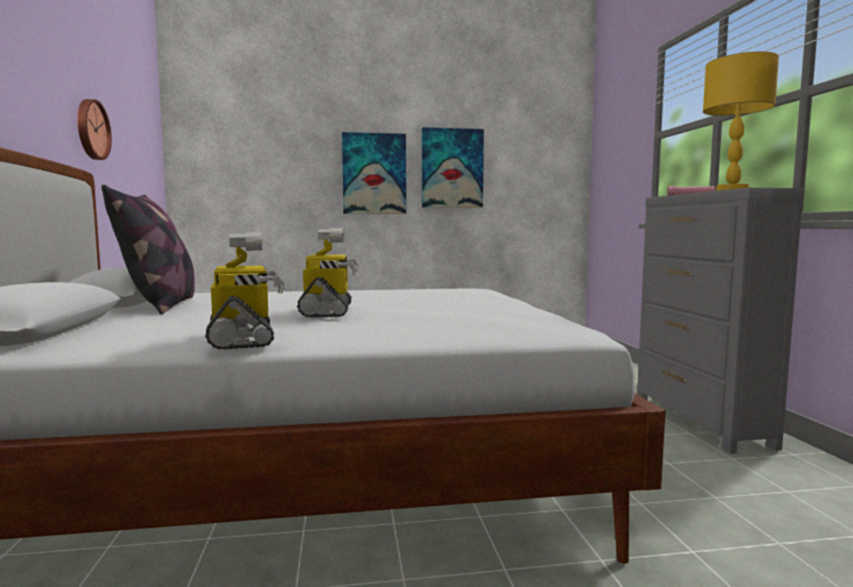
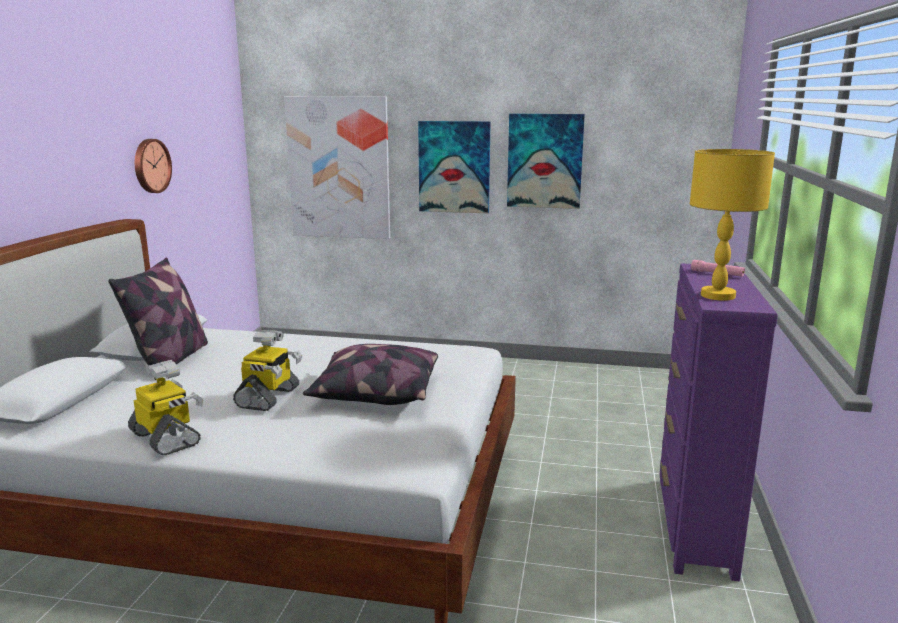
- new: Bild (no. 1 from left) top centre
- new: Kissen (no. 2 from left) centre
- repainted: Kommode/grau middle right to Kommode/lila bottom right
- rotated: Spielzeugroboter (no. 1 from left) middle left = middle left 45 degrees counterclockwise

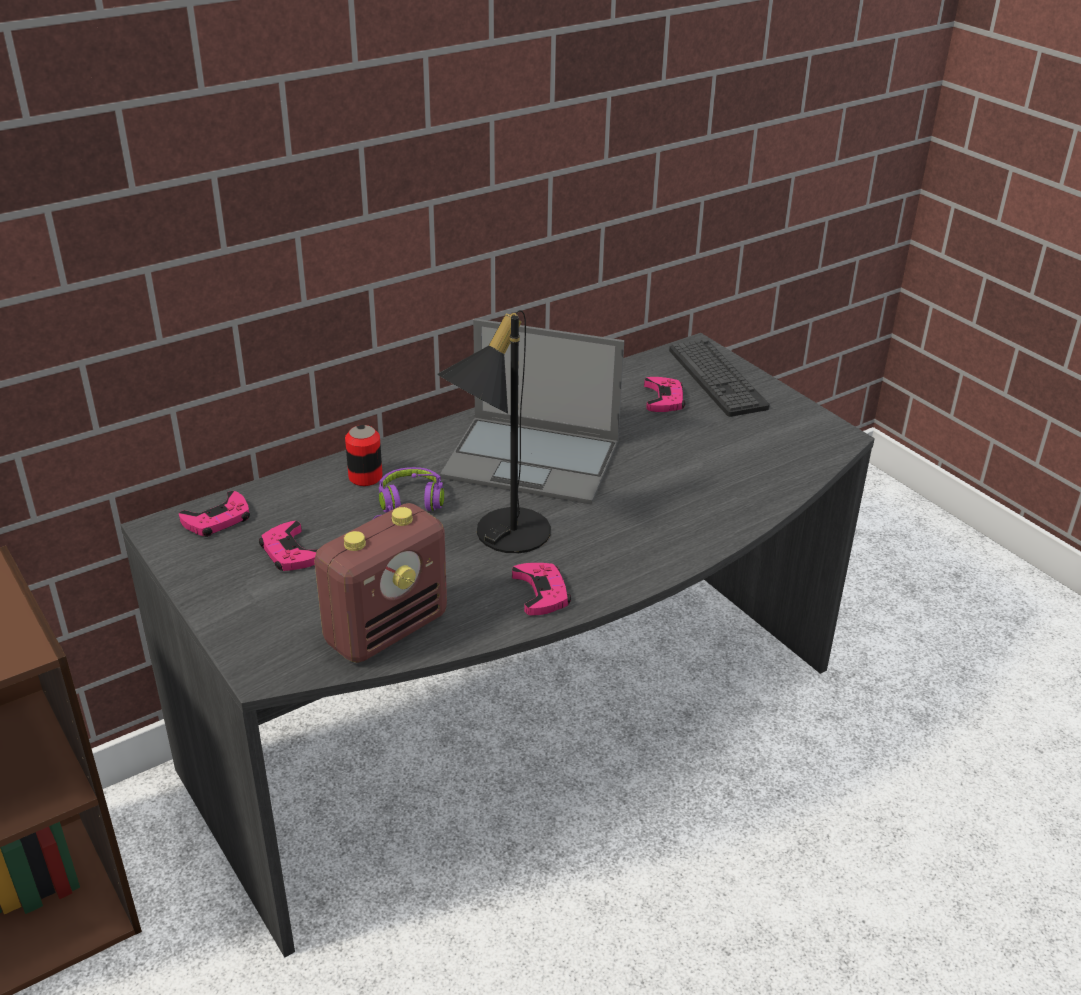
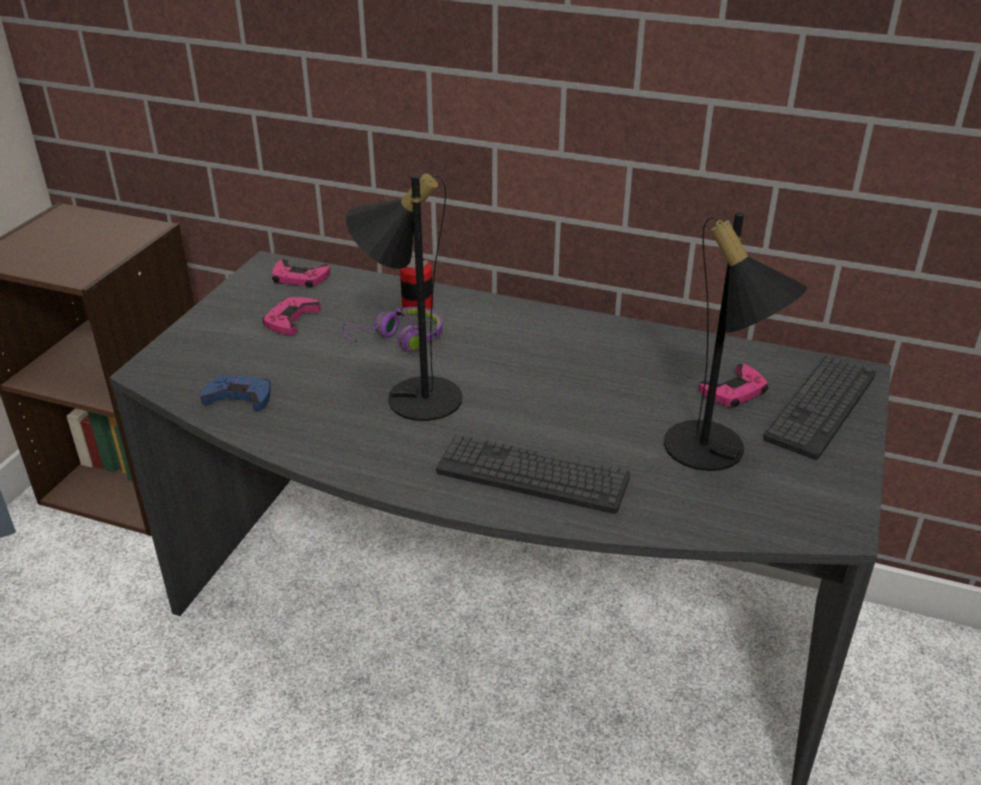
- gone: Laptop centre
- gone: Gamepad/rosa (no. 3 from left) centre
- new: Tastatur (no. 1 from left) centre
- new: Tischlampe/schwarz (no. 2 from left) middle right
- swapped: Radio centre to Gamepad/blau middle left

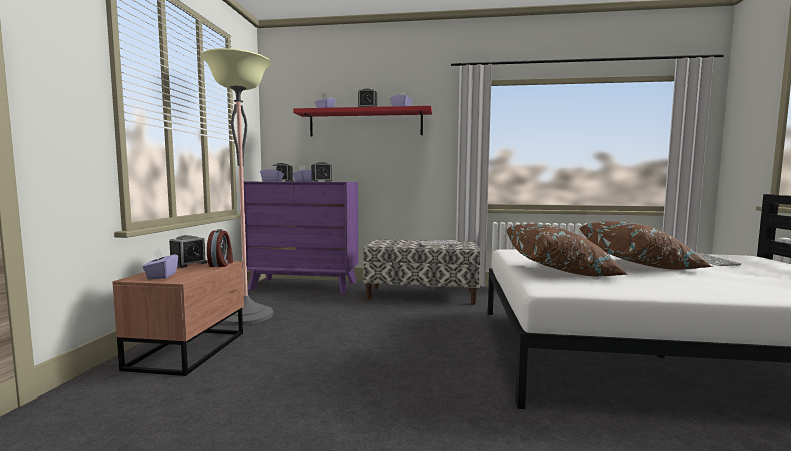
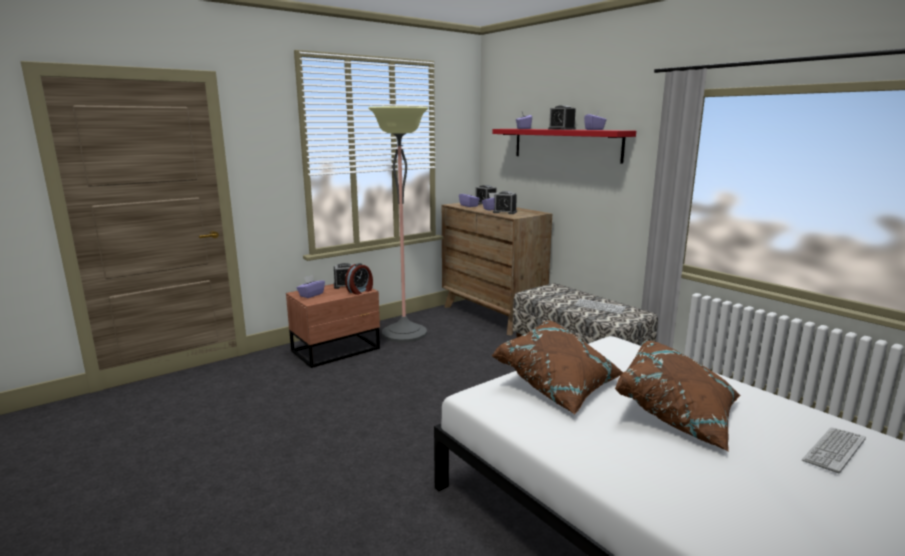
- repainted: Kommode/lila centre to Kommode/braun centre

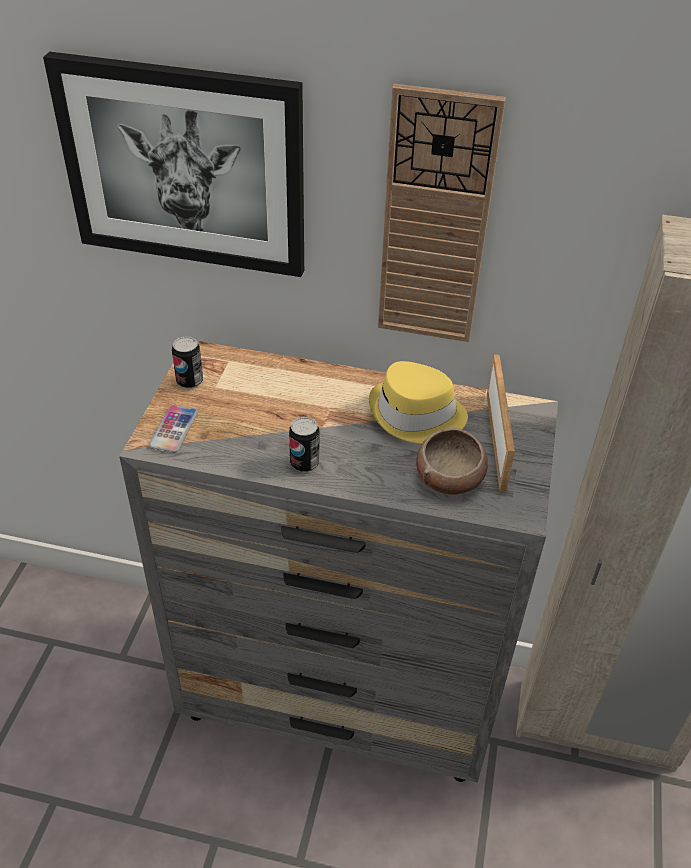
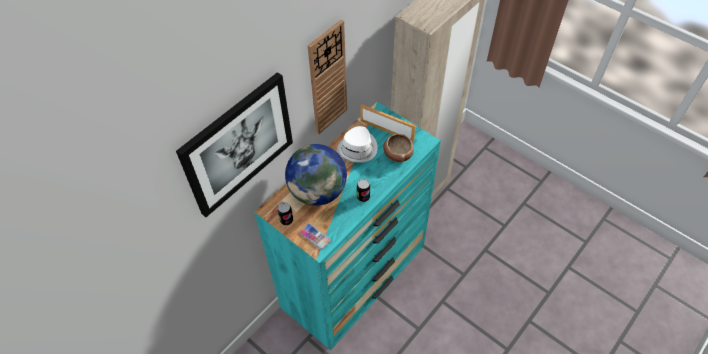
- new: Globus centre
- repainted: Kommode/grau centre to Kommode/türkis centre
- repainted: Hut/gelb centre to Hut/weiß centre

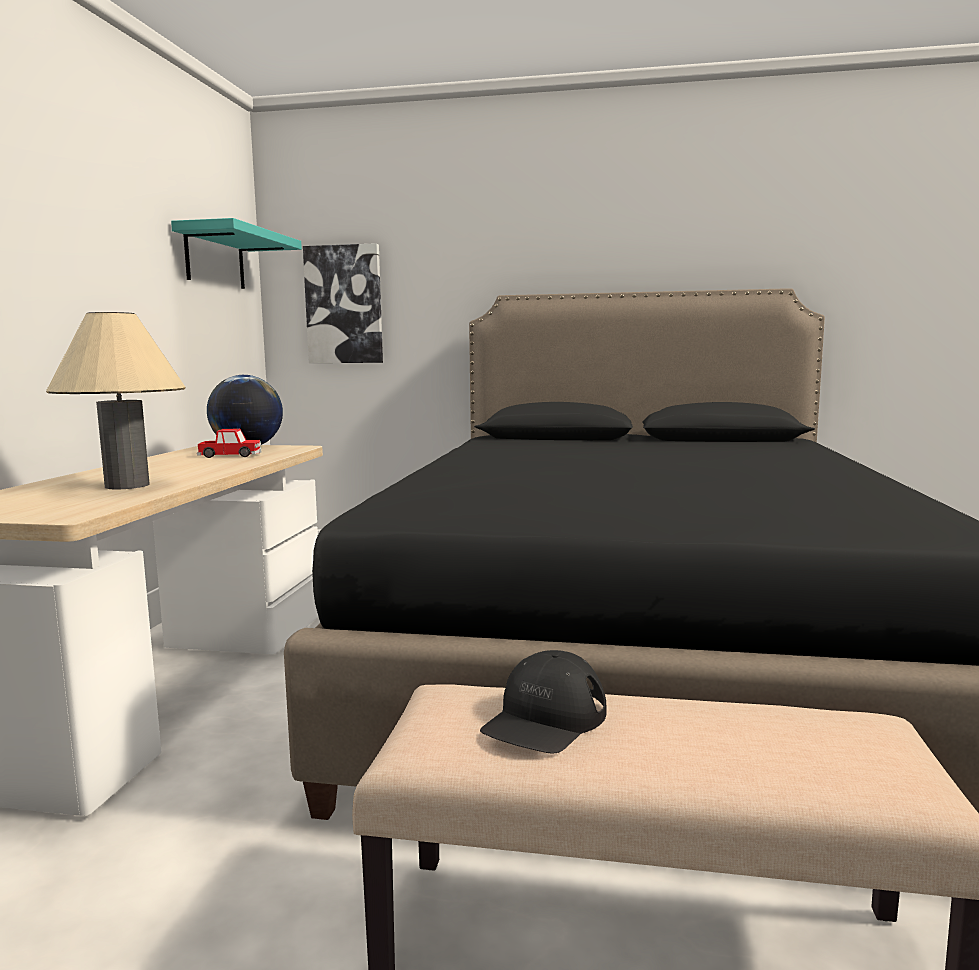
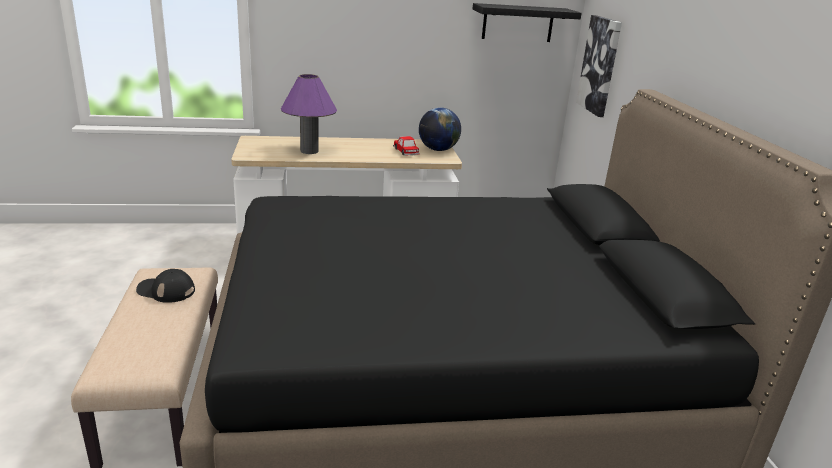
- repainted: Tischlampe/beige middle left to Tischlampe/lila top centre
- repainted: Wandregal/türkis top left to Wandregal/schwarz top centre

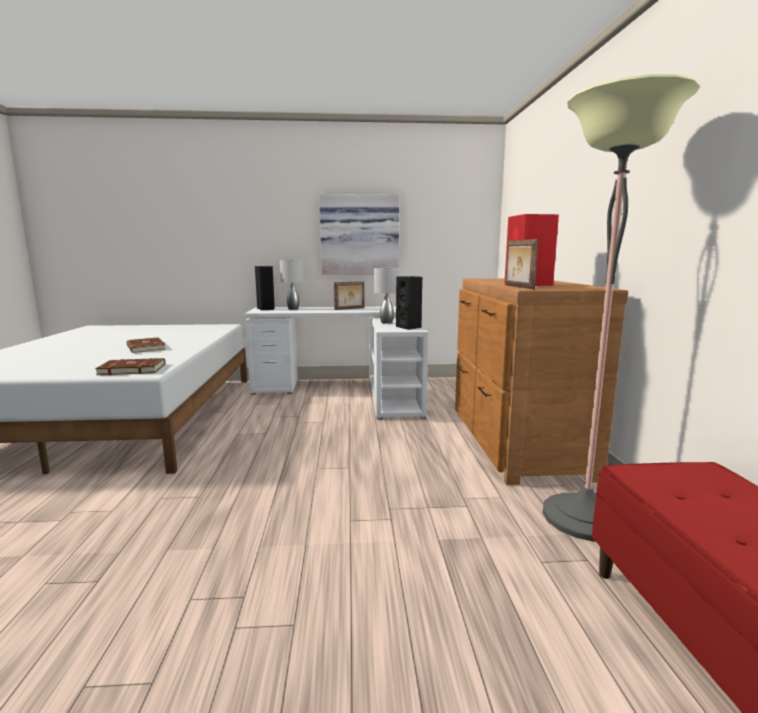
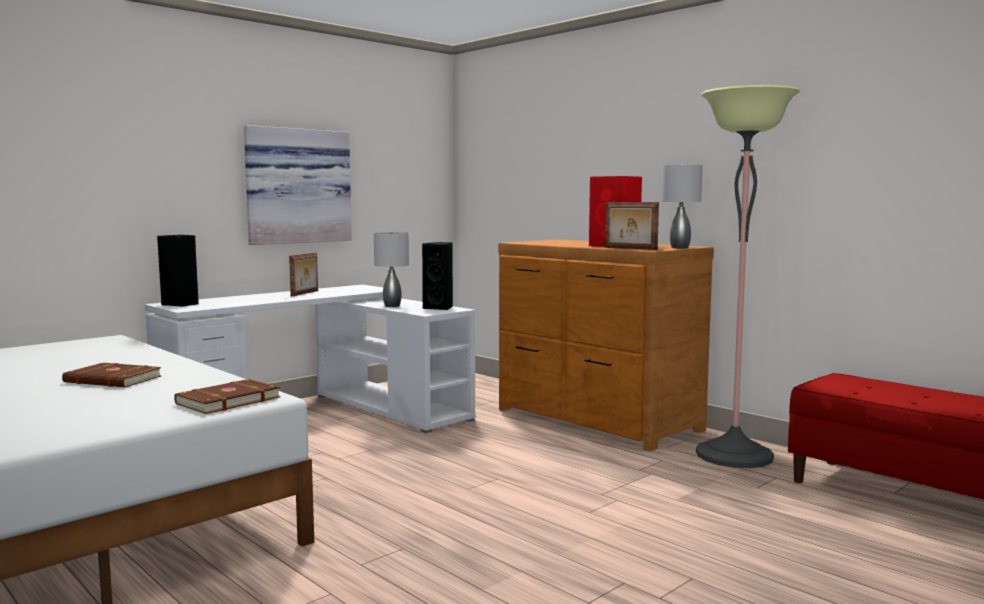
- shifted: Tischlampe/grau (no. 1 from left in the first image) centre to Tischlampe/grau (no. 2 from left) middle right

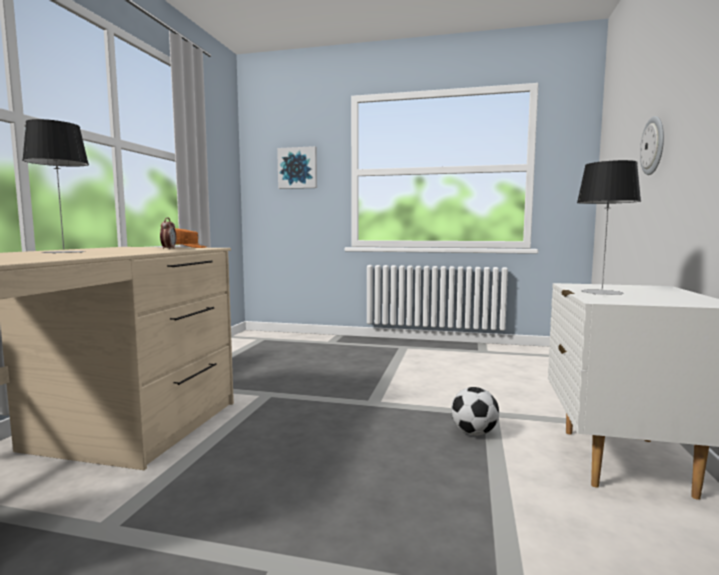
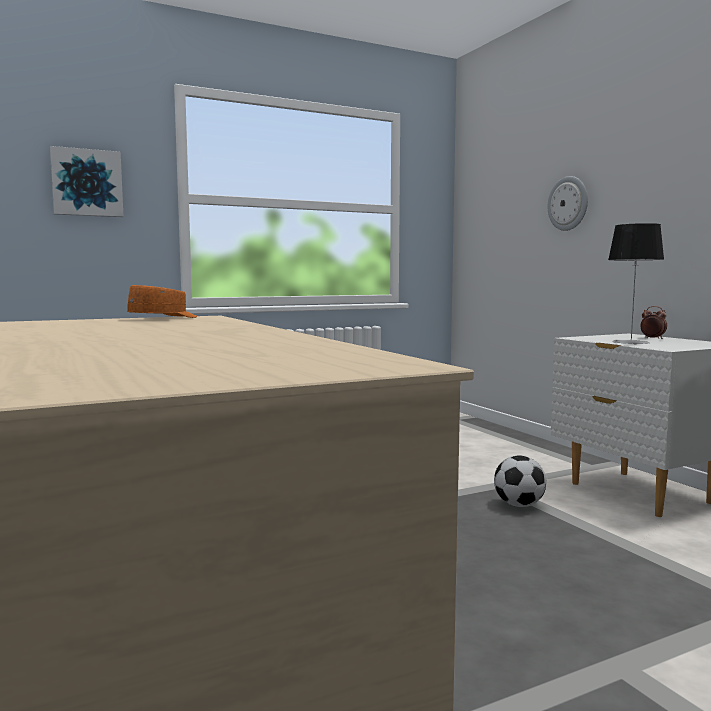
- gone: Tischlampe (no. 1 from left) top left
- shifted: Wecker middle left to middle right

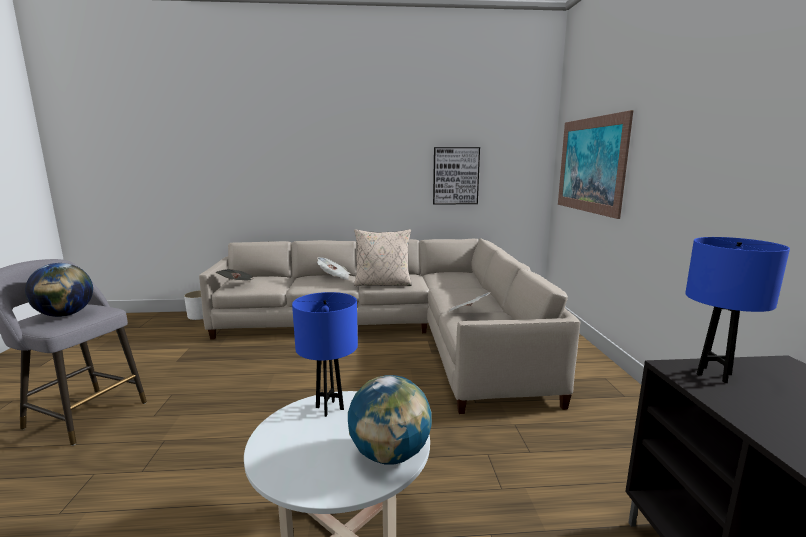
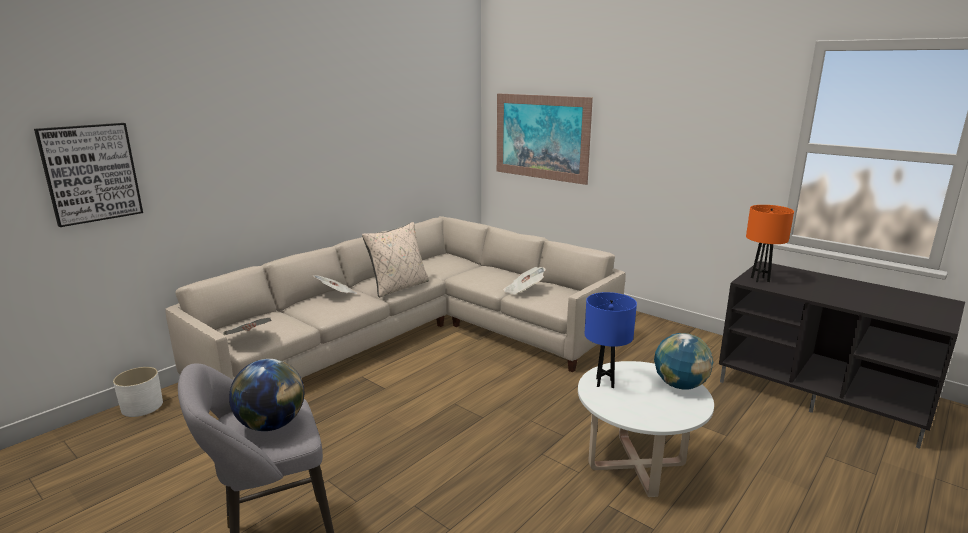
- shifted: Bild (no. 1 from left) top centre to top left
- repainted: Tischlampe/blau (no. 2 from left) middle right to Tischlampe/orange middle right

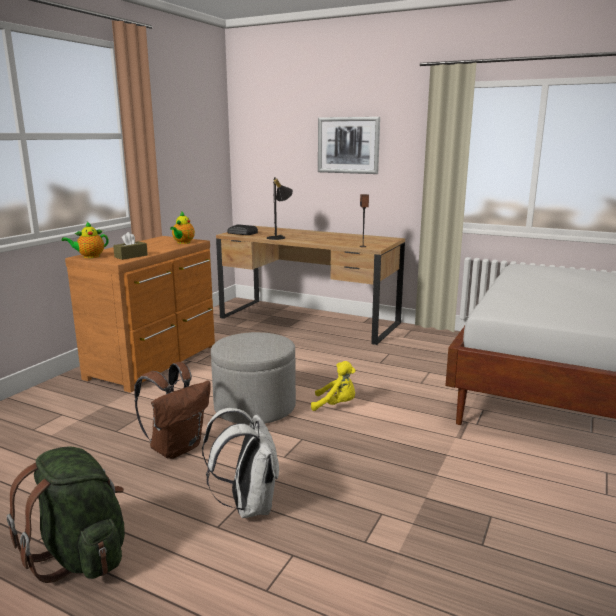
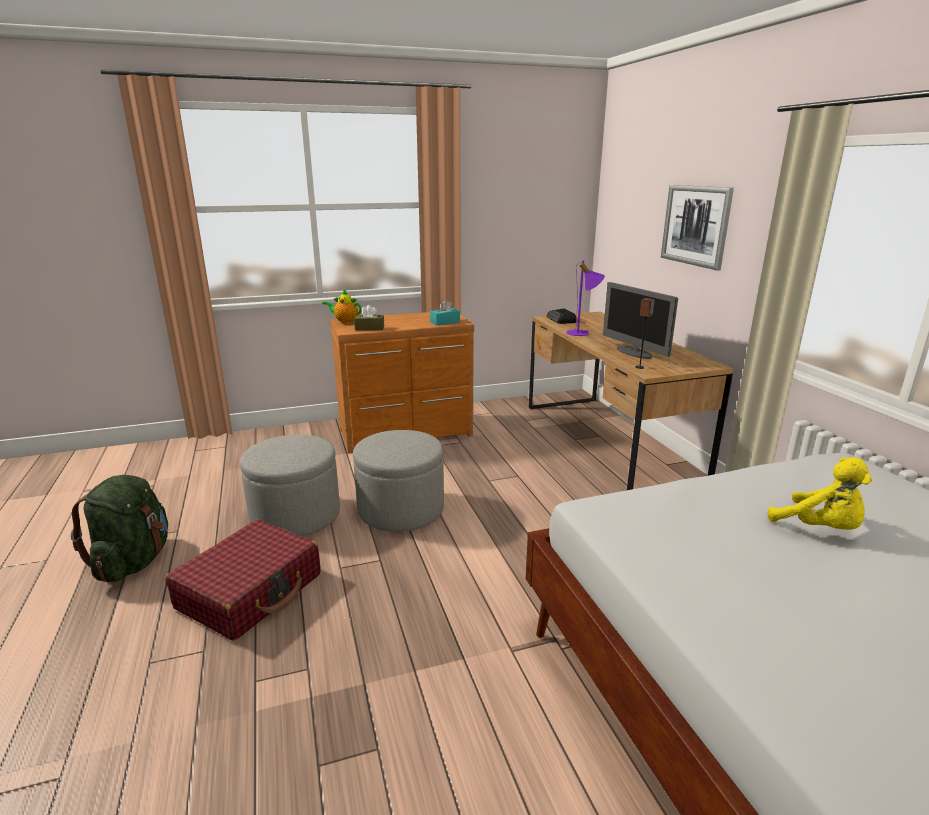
- new: Monitor middle right
- shifted: Plüschtier/gelb centre to middle right
- swapped: Rucksack/braun middle left to Polsterhocker/grau (no. 1 from left) middle left
- swapped: Teekanne (no. 2 from left) middle left to Taschentuchbox/türkis centre
- swapped: Rucksack/weiß bottom centre to Koffer/rot bottom left
- repainted: Tischlampe/schwarz centre to Tischlampe/lila centre

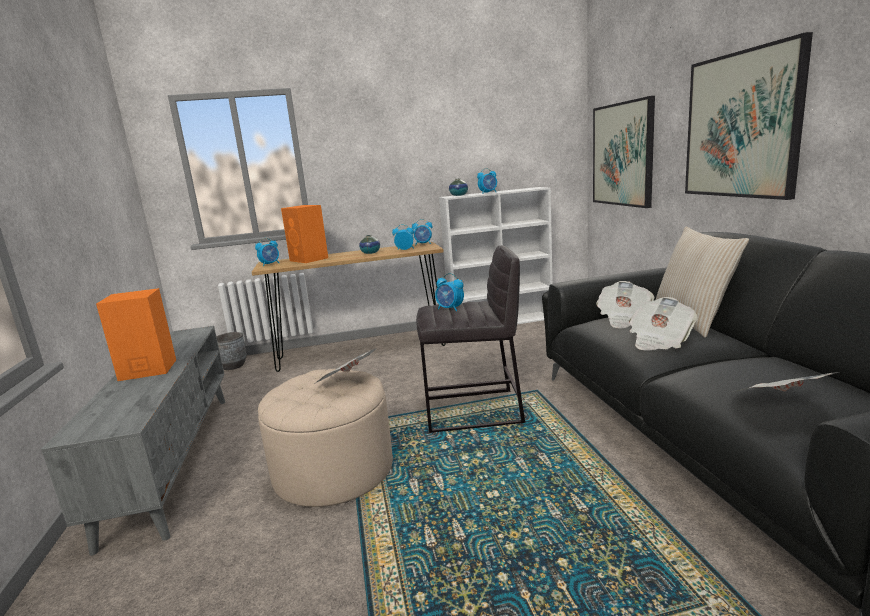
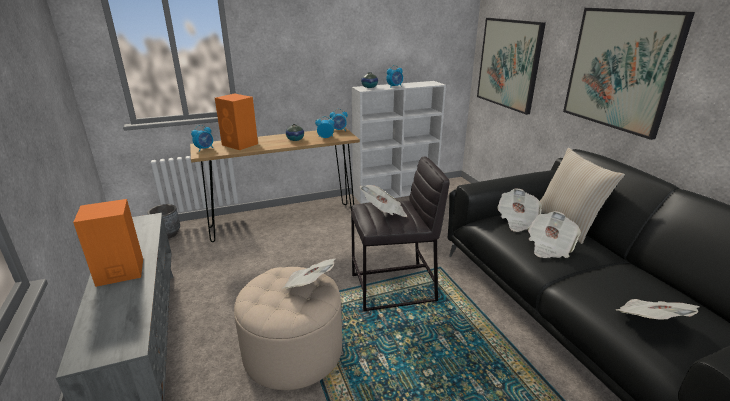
- swapped: Wecker (no. 4 from left) centre to Zeitung (no. 2 from left) centre

